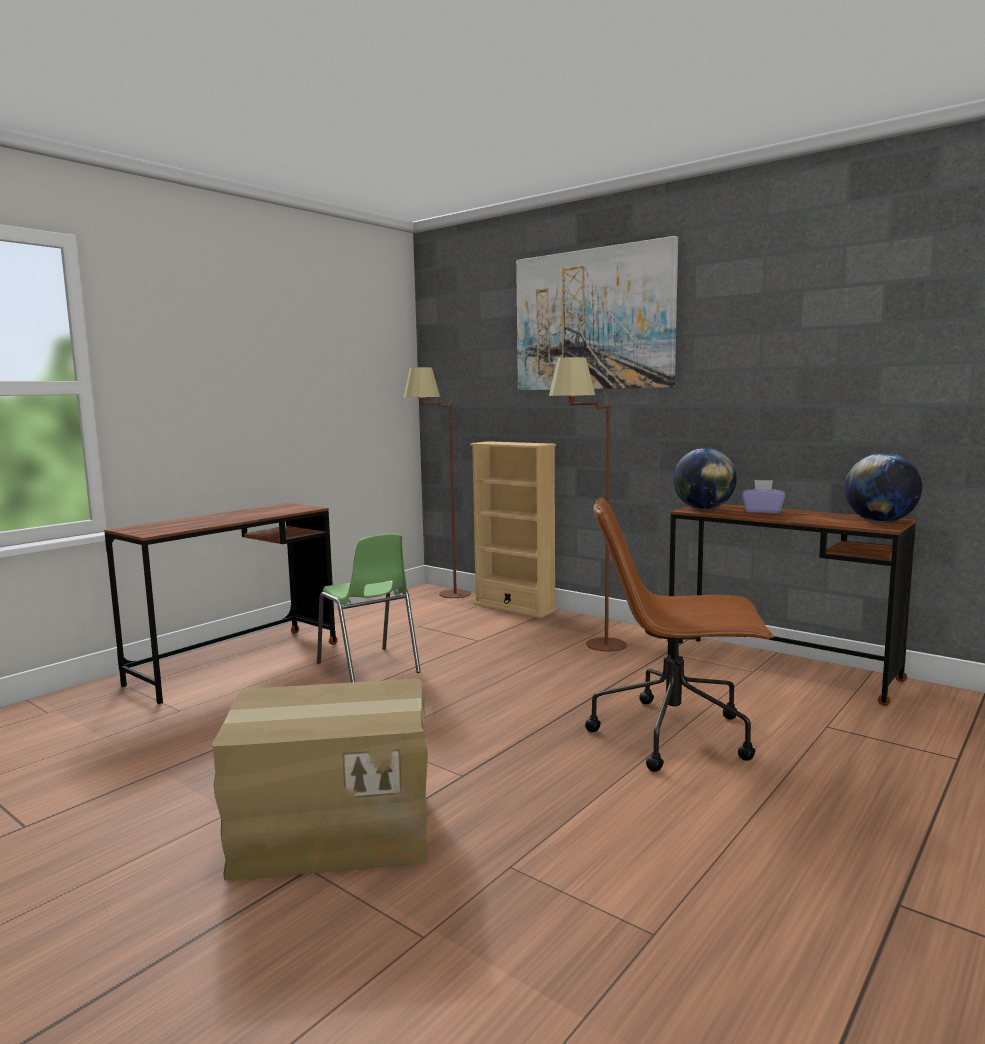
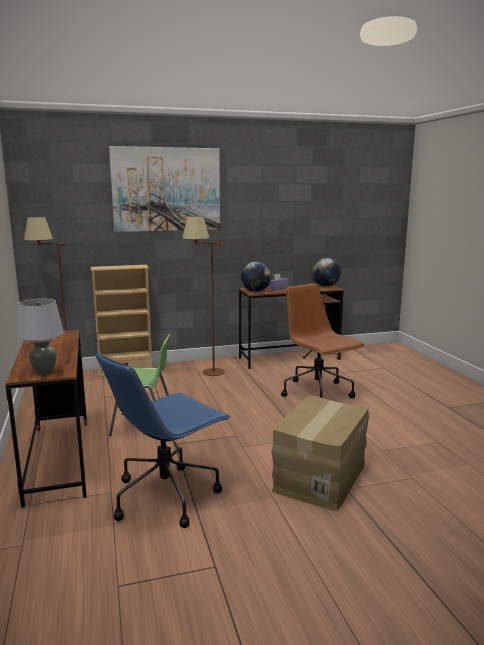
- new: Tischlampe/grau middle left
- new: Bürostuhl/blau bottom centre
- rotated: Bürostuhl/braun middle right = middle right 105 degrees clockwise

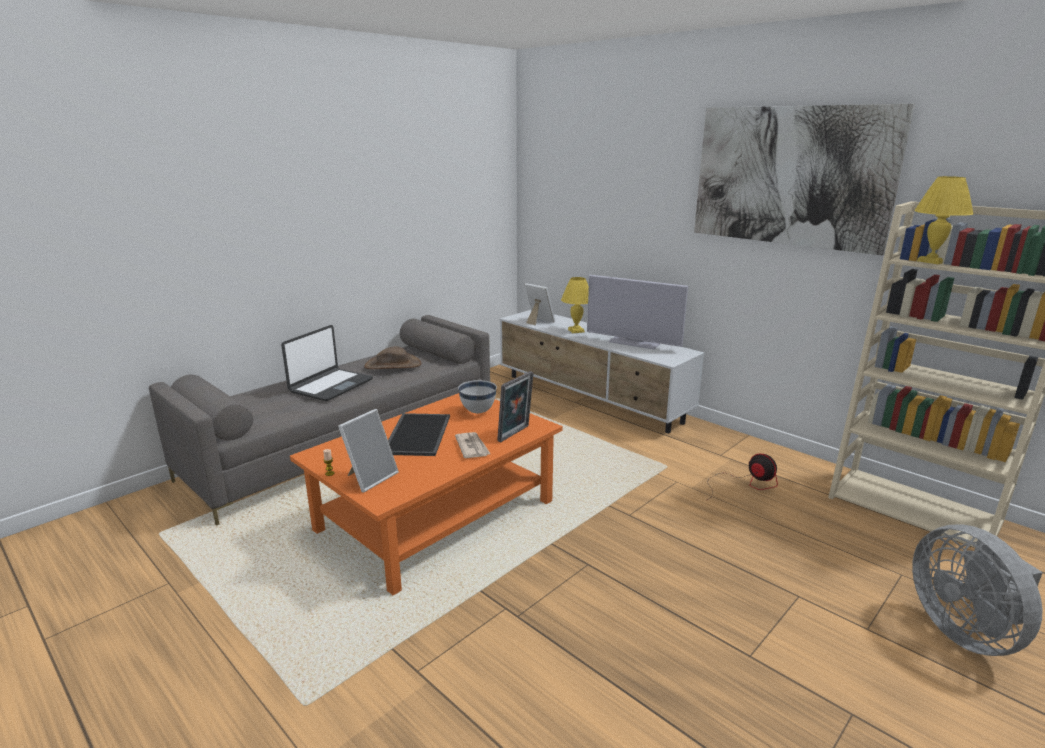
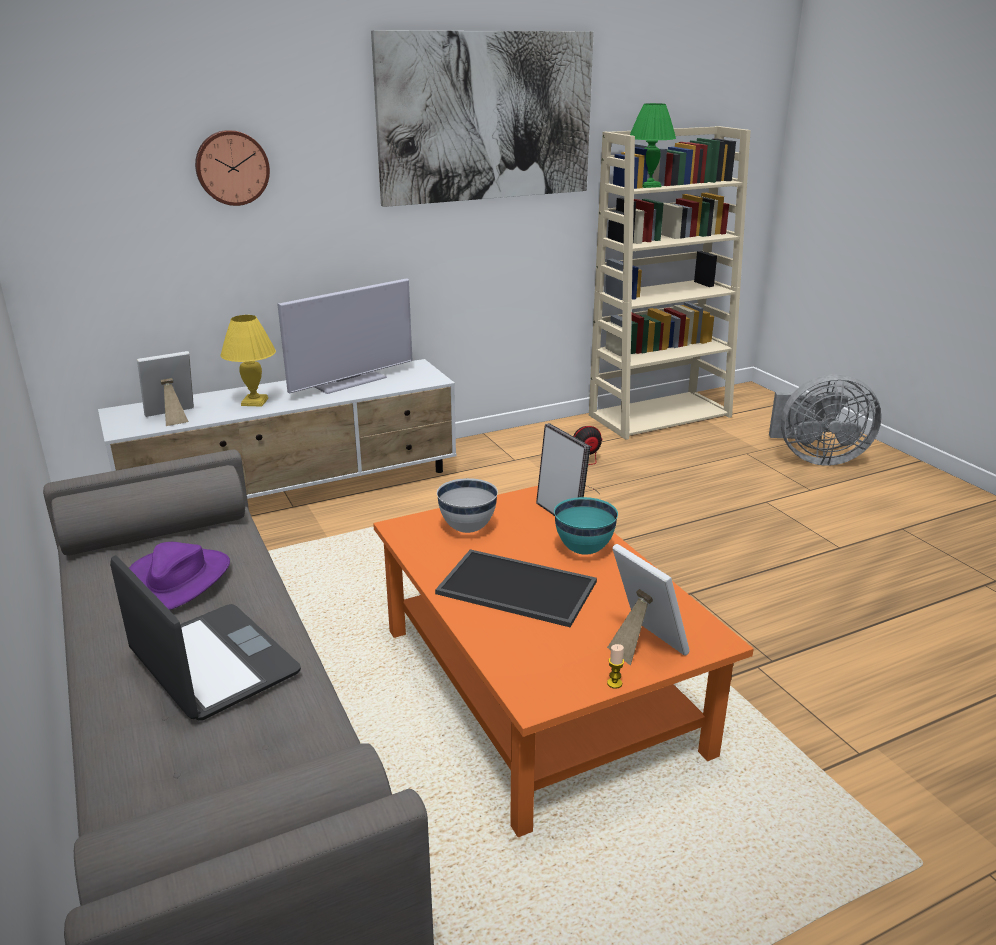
- new: Wanduhr top left
- swapped: Zeitung centre to Schüssel/türkis centre
- repainted: Hut/braun centre to Hut/lila middle left
- repainted: Tischlampe/gelb (no. 2 from left) top right to Tischlampe/grün top centre

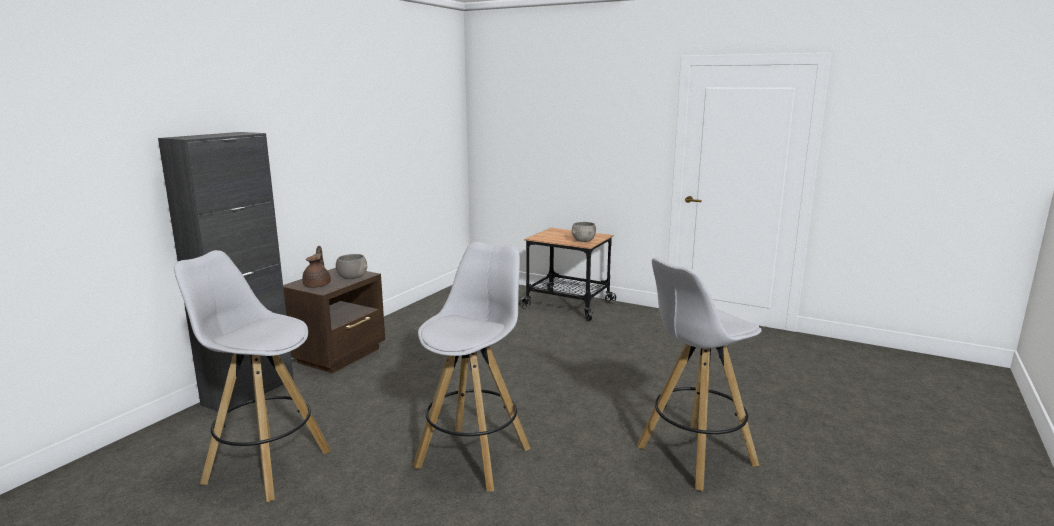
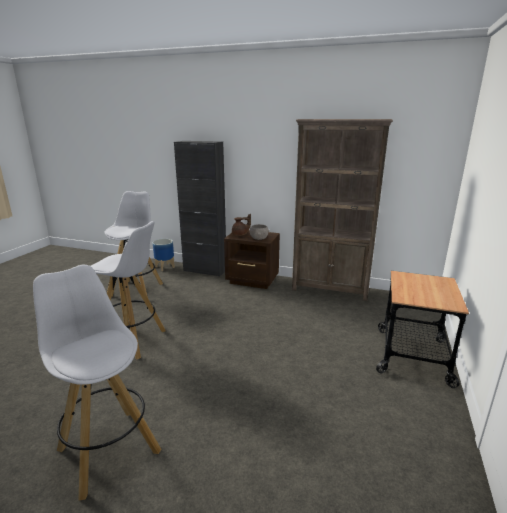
- gone: Schüssel/grau (no. 2 from left) centre
- new: Pflanzkübel middle left
- new: Bücherregal/braun middle right

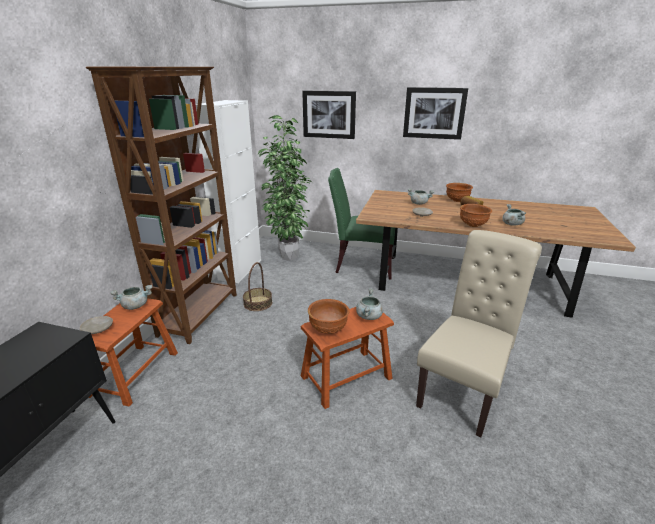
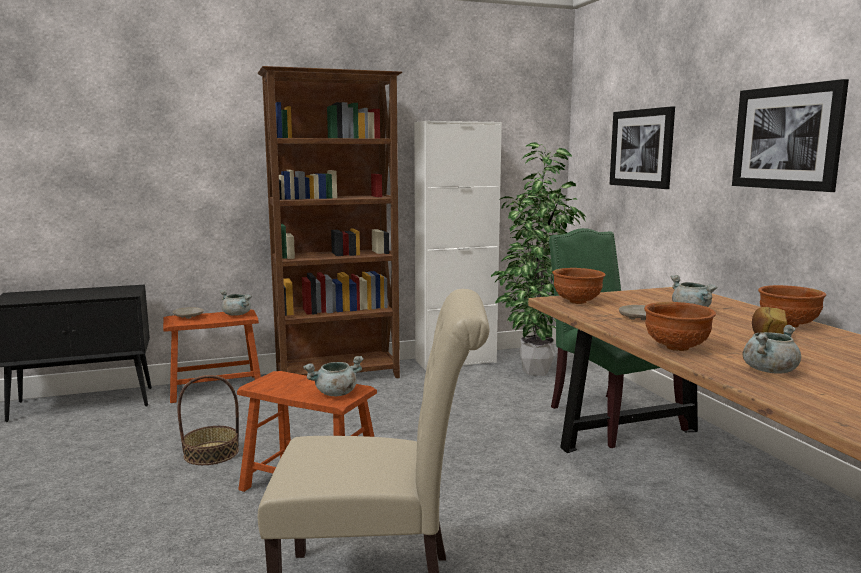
- shifted: Korb centre to bottom left
- shifted: Schüssel/braun (no. 1 from left) centre to middle right

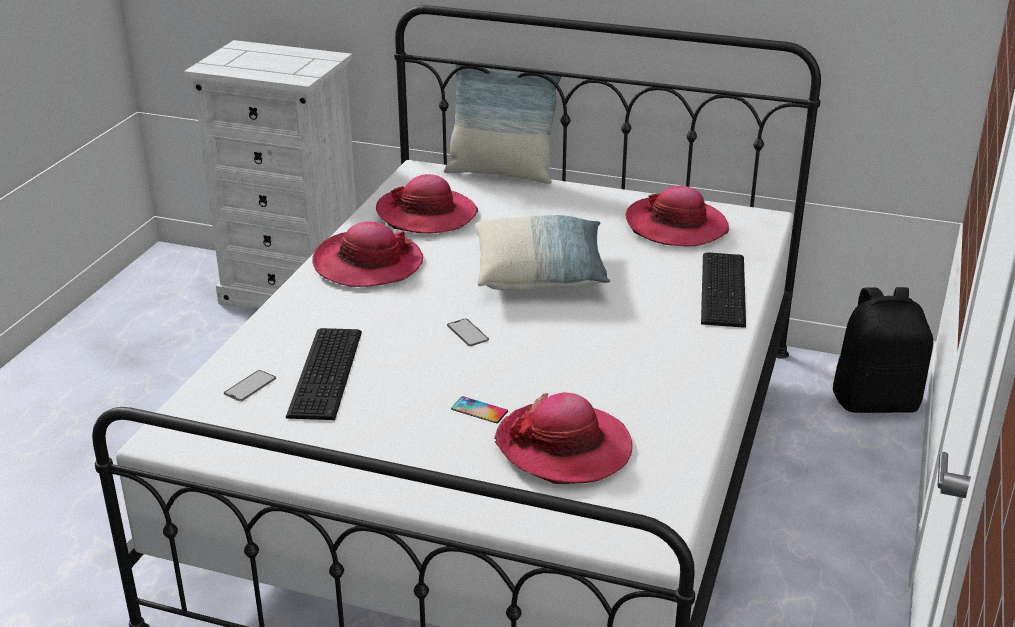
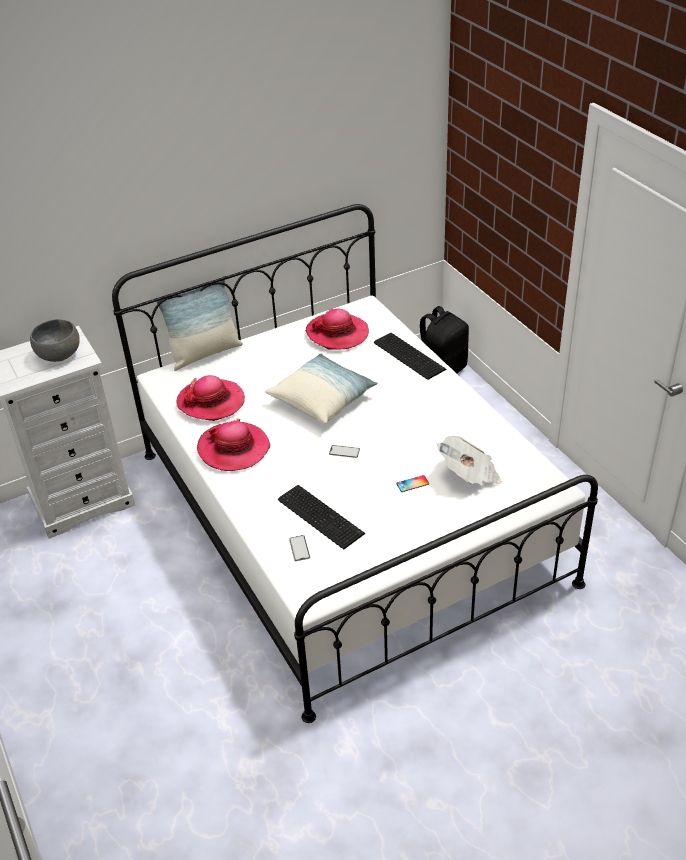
- new: Schüssel/grau middle left
- swapped: Hut (no. 3 from left) bottom centre to Zeitung middle right

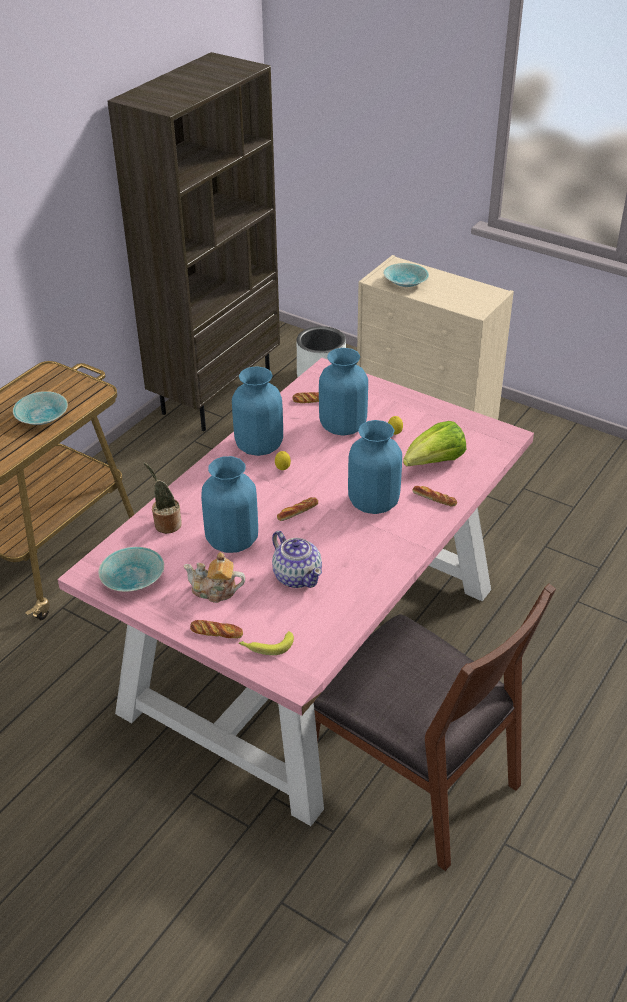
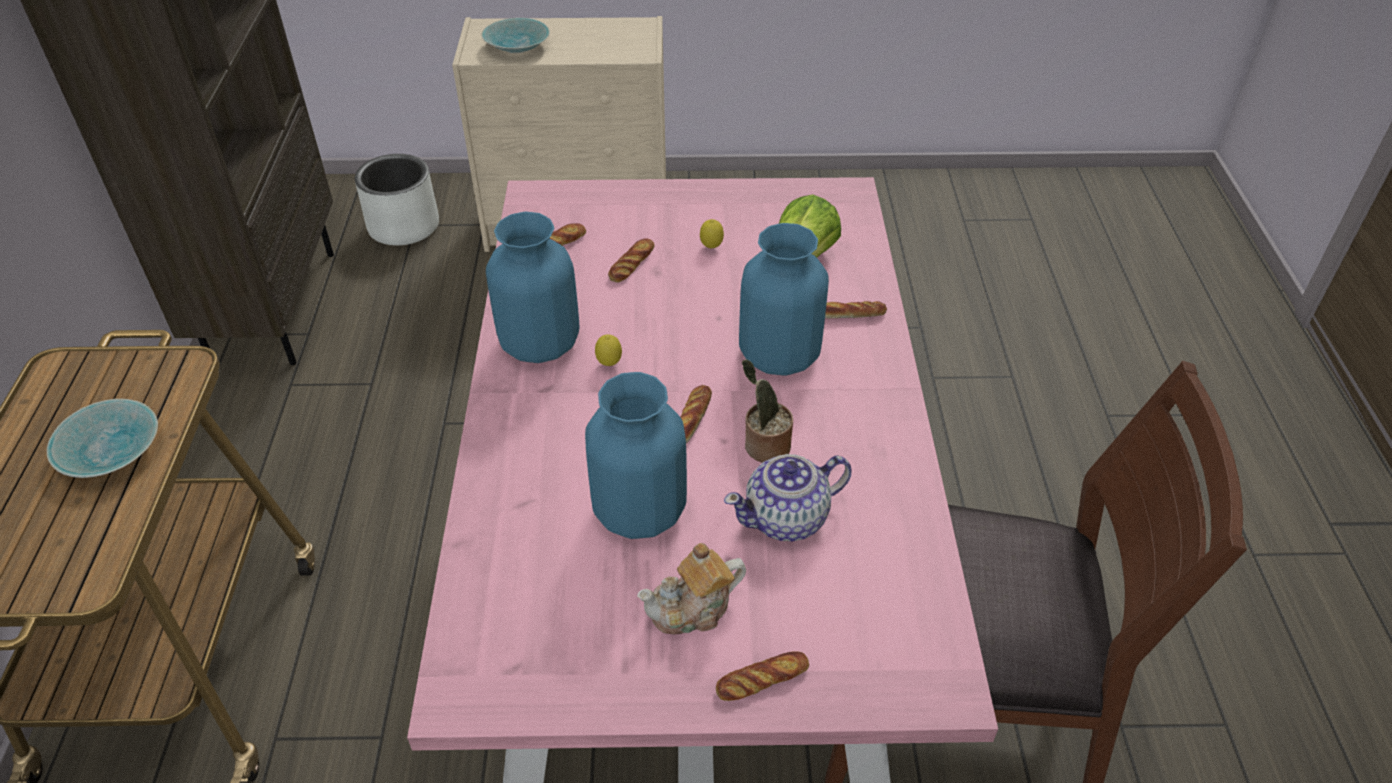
- gone: Schüssel/türkis (no. 2 from left) middle left
- gone: Banane centre
- shifted: Topfpflanze middle left to centre
- swapped: Vase/blau (no. 3 from left) centre to Brot (no. 2 from left) top centre
- rotated: Teekanne (no. 2 from left) centre = centre 135 degrees clockwise

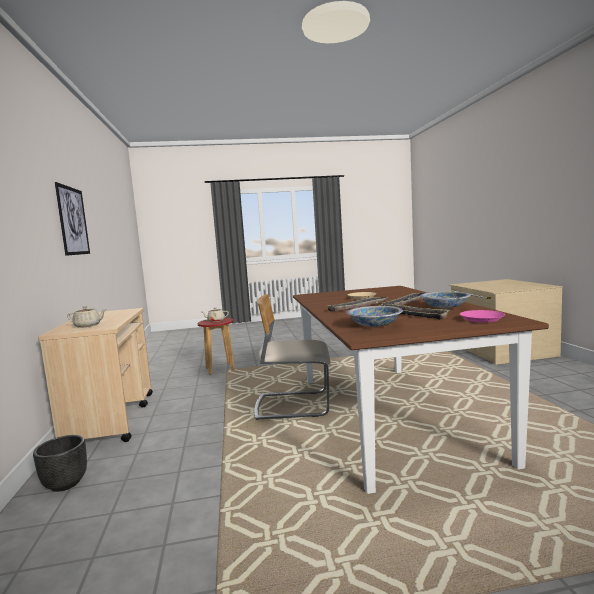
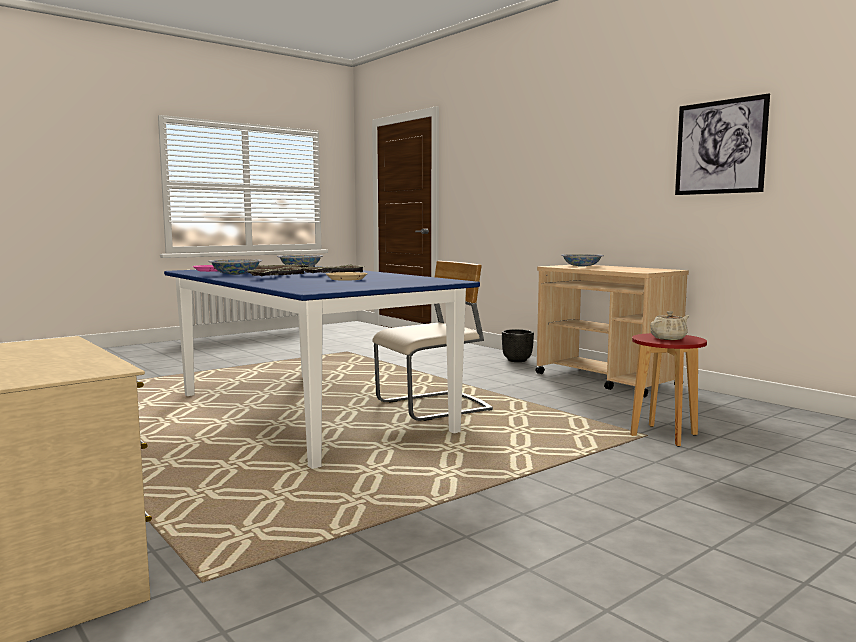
- swapped: Teekanne/beige (no. 1 from left) middle left to Schüssel (no. 3 from left) middle right
- repainted: Esstisch/braun middle right to Esstisch/blau centre

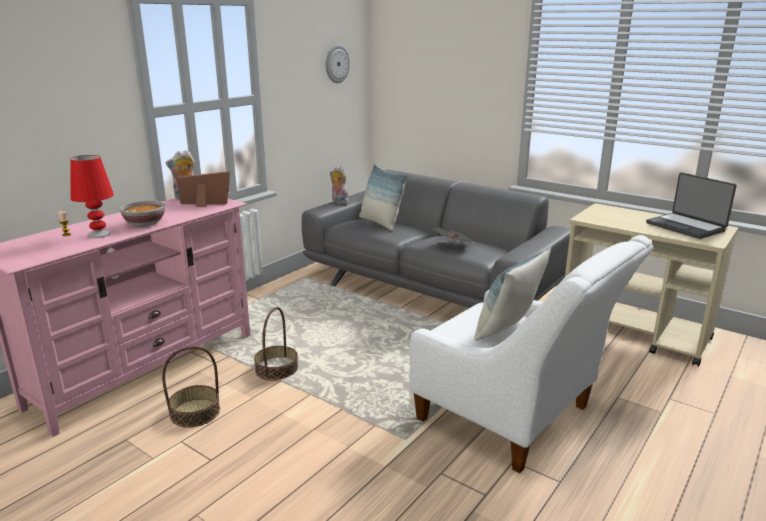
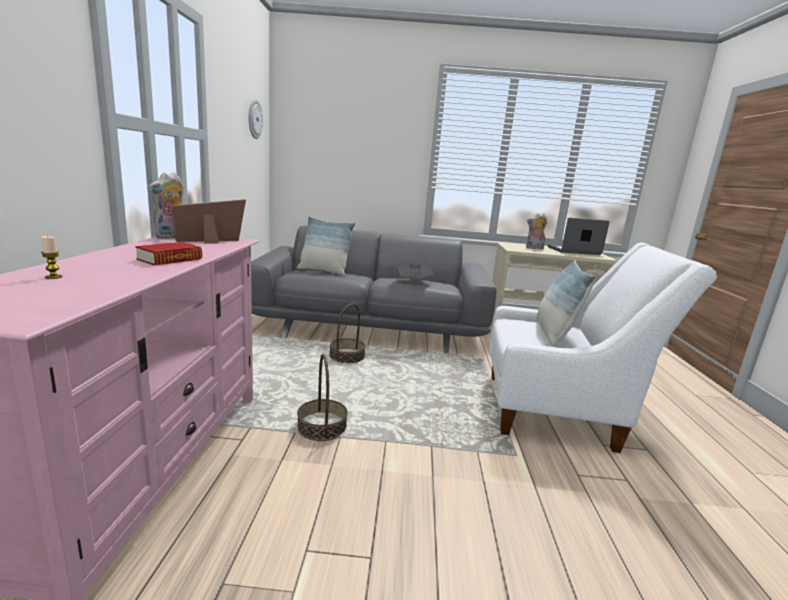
- gone: Tischlampe/rot middle left
- shifted: Korb (no. 1 from left in the first image) bottom left to Korb (no. 2 from left) centre
- shifted: Plüschtier (no. 2 from left) centre to middle right
- swapped: Schüssel middle left to Buch middle left
- rotated: Laptop middle right = middle right 150 degrees clockwise

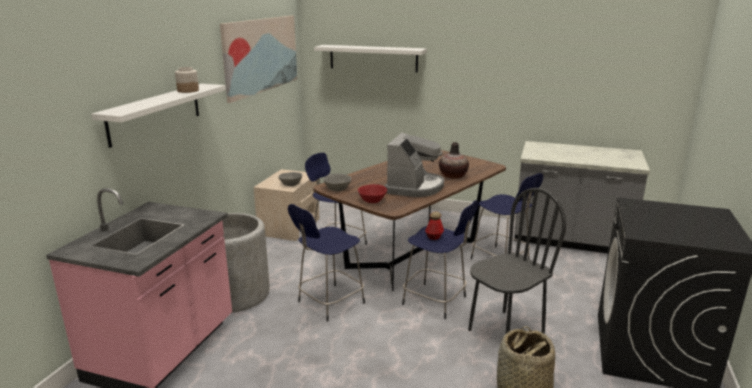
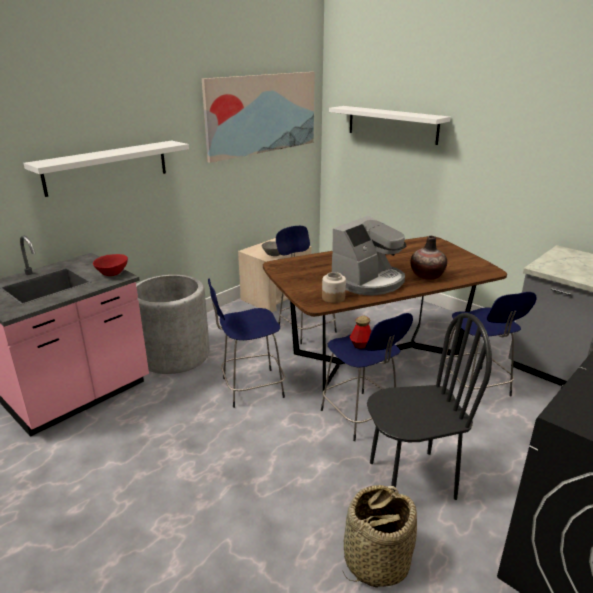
- gone: Schüssel/grau (no. 2 from left) centre
- shifted: Vorratsglas top left to centre
- shifted: Schüssel/rot centre to middle left

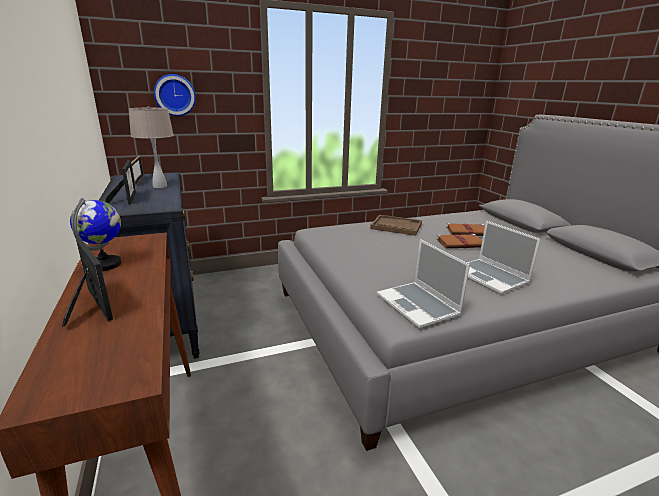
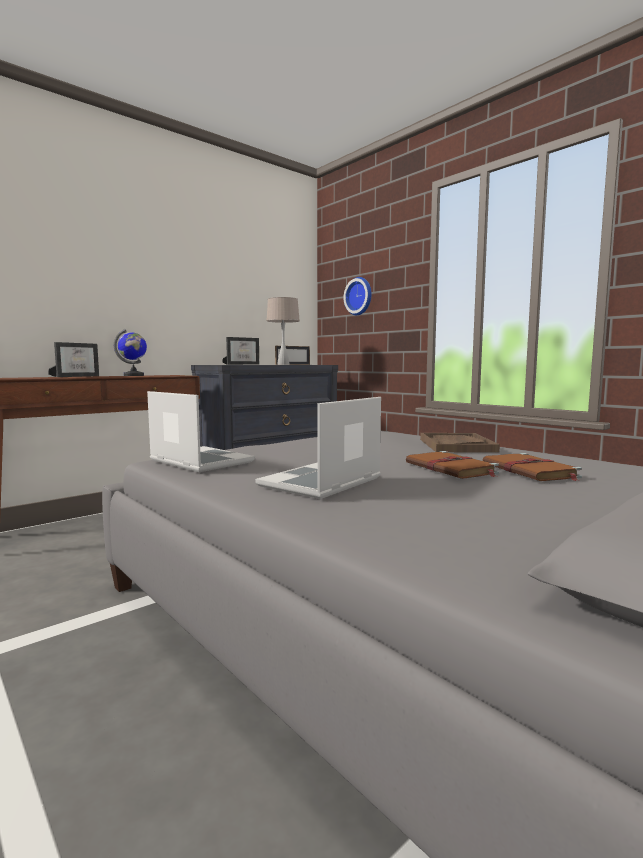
- rotated: Laptop (no. 1 from left) centre = middle left 90 degrees clockwise

